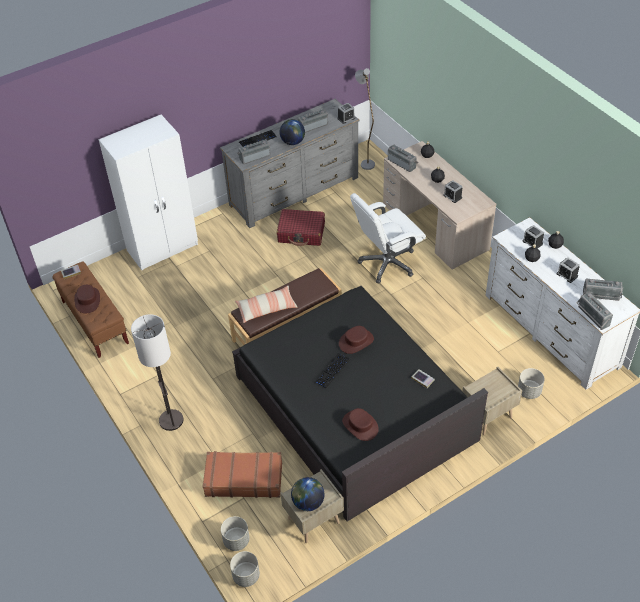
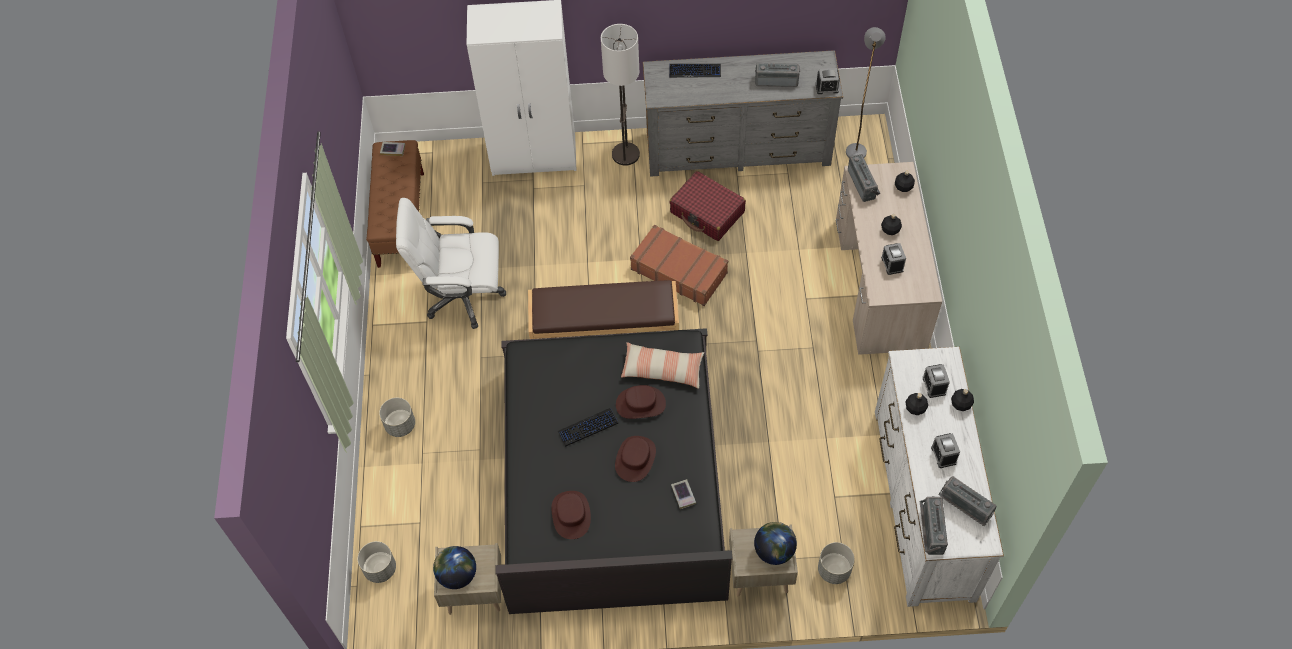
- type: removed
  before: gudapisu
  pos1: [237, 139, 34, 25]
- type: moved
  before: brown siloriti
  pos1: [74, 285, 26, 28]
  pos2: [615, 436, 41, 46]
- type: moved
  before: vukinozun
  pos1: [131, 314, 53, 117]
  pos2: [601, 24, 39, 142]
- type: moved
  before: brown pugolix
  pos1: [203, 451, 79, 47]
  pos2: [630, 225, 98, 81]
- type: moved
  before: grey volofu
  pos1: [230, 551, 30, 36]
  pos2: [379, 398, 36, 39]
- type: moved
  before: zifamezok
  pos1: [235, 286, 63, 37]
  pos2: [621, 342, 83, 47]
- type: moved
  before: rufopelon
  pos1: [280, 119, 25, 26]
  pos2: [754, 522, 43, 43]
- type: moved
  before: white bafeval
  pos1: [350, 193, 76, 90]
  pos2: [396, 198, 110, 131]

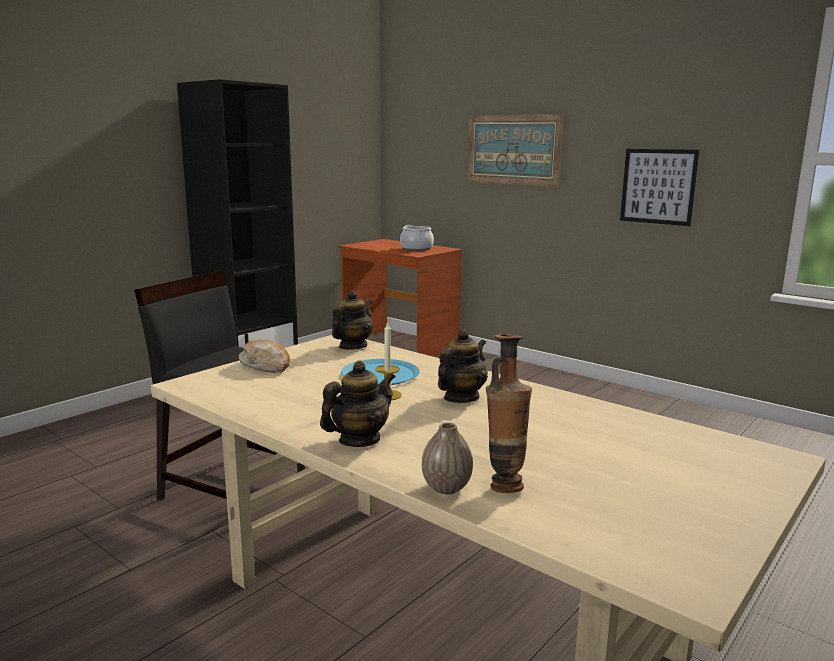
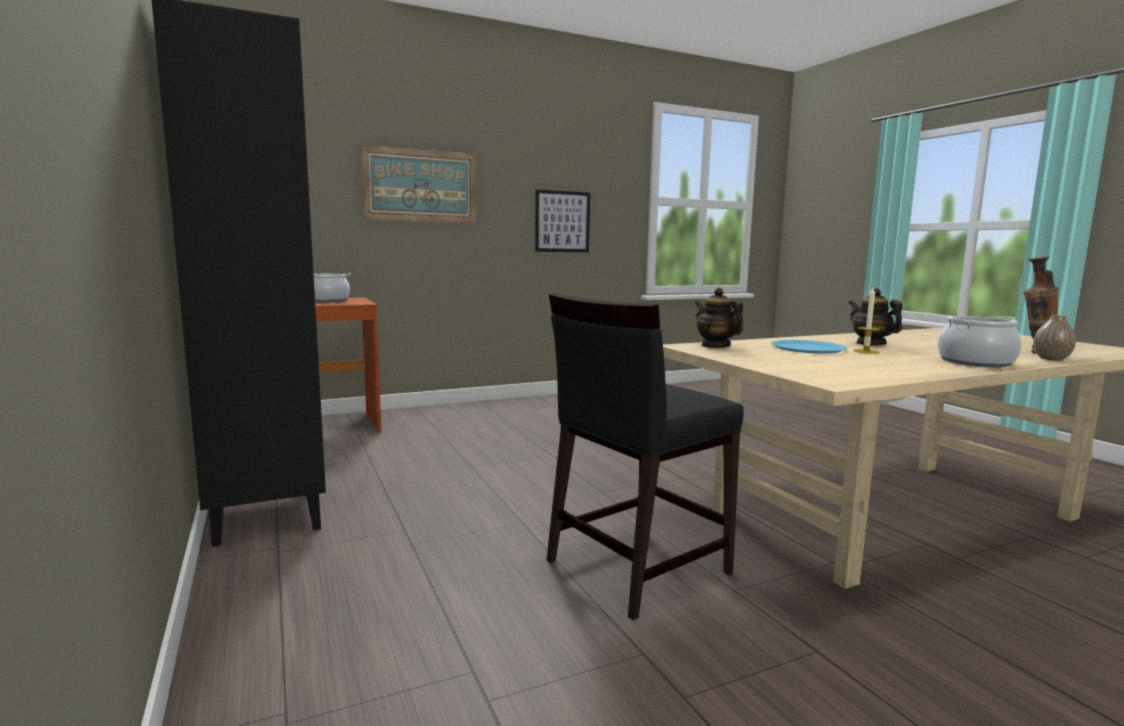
- type: removed
  before: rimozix
  pos1: [239, 339, 51, 34]
- type: replaced
  before: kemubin
  after: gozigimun
  pos1: [320, 360, 75, 87]
  pos2: [937, 316, 85, 51]

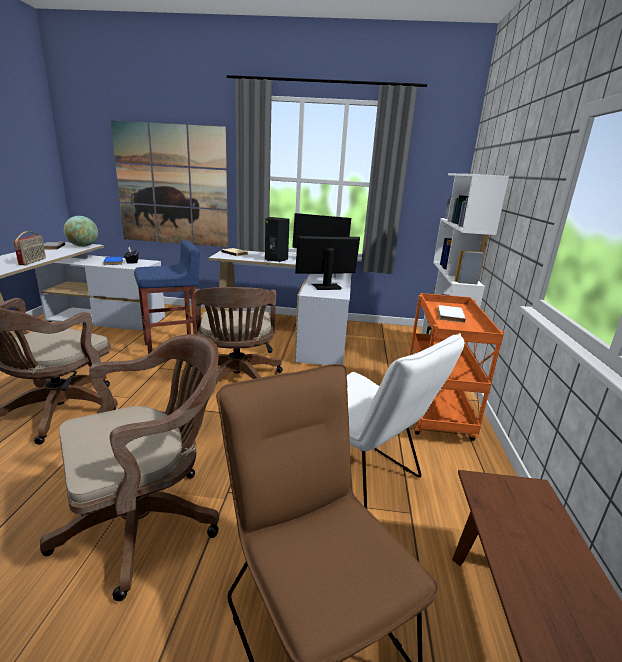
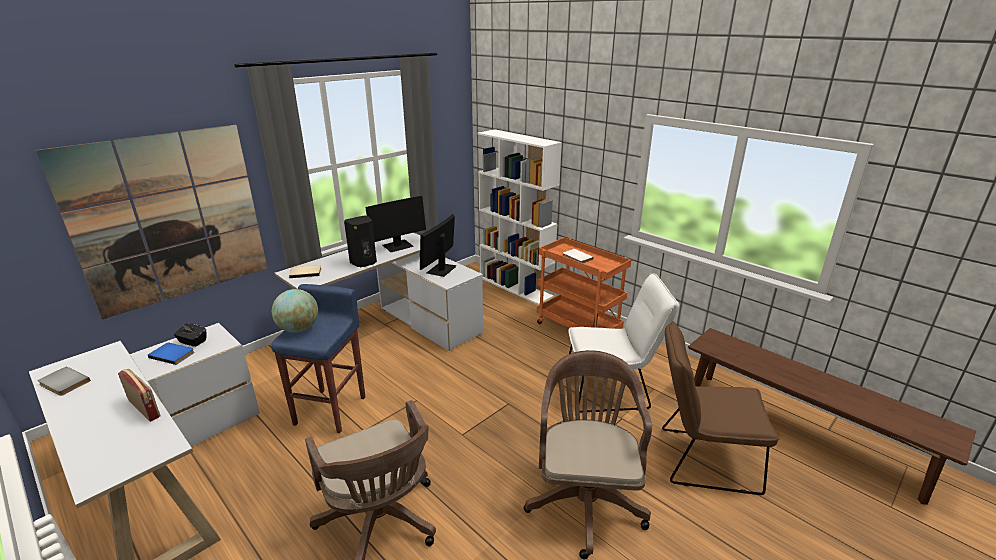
- type: removed
  before: brown bafeval
  pos1: [191, 287, 92, 97]
- type: moved
  before: rufopelon
  pos1: [64, 216, 34, 31]
  pos2: [272, 289, 46, 44]

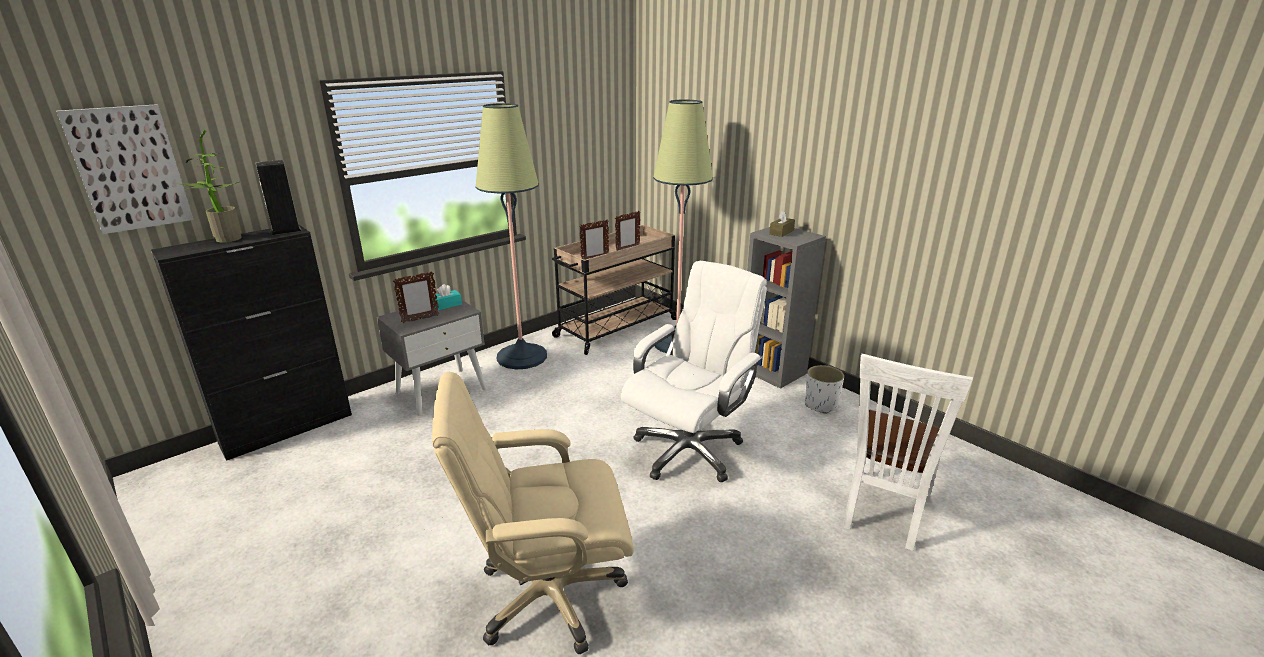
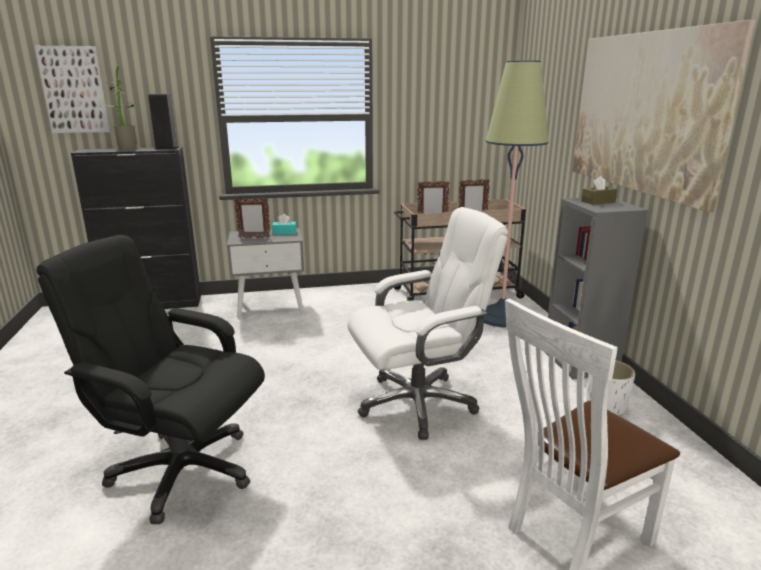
- type: removed
  before: vukinozun
  pos1: [475, 103, 72, 266]
- type: added
  after: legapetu
  pos2: [572, 20, 184, 192]
- type: recoloured
  before: beige bafeval
  after: black bafeval
  pos1: [432, 372, 202, 283]
  pos2: [36, 235, 229, 289]

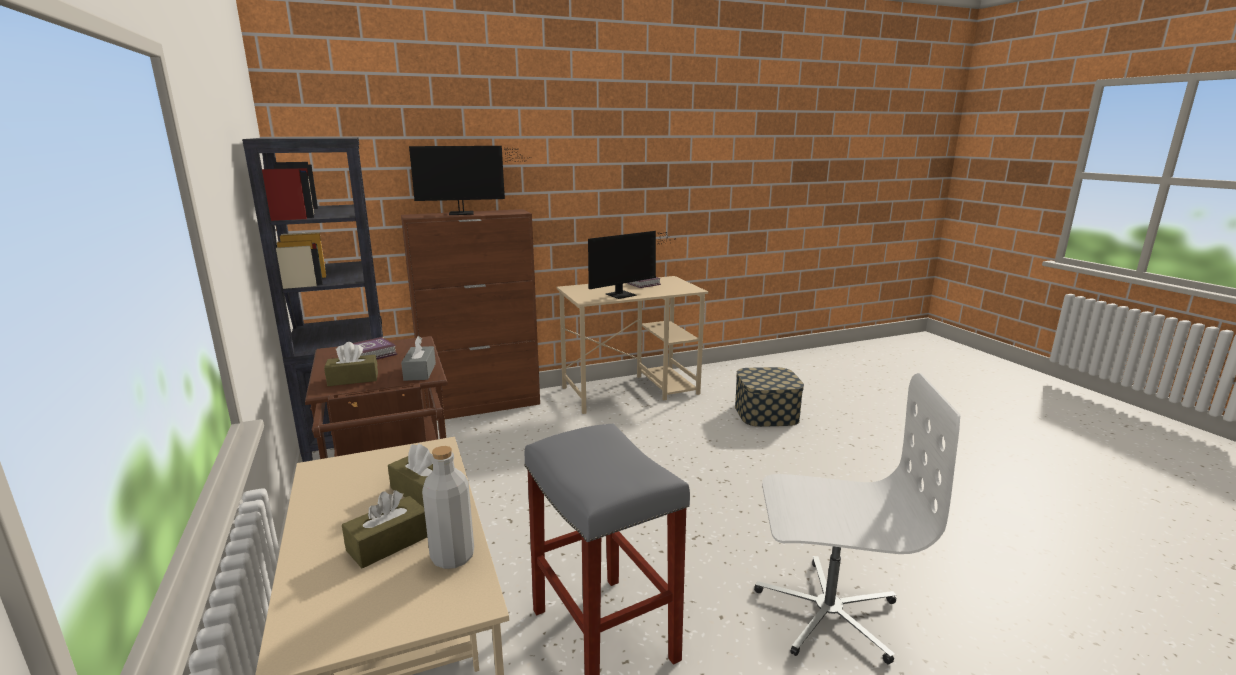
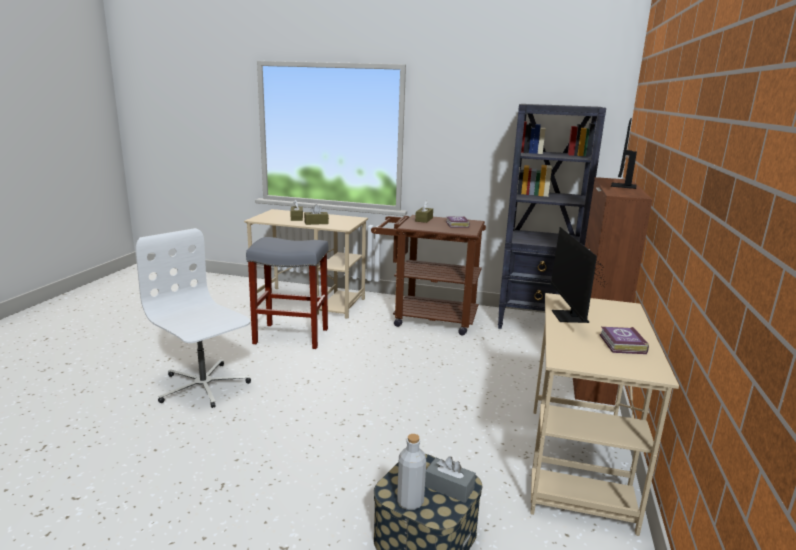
- type: moved
  before: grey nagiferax
  pos1: [401, 336, 35, 45]
  pos2: [425, 456, 51, 47]
- type: moved
  before: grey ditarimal
  pos1: [422, 446, 52, 123]
  pos2: [397, 434, 29, 76]
- type: turned
  before: white bafeval
  pos1: [754, 373, 207, 291]
  pos2: [136, 228, 115, 180]
  turn: 90

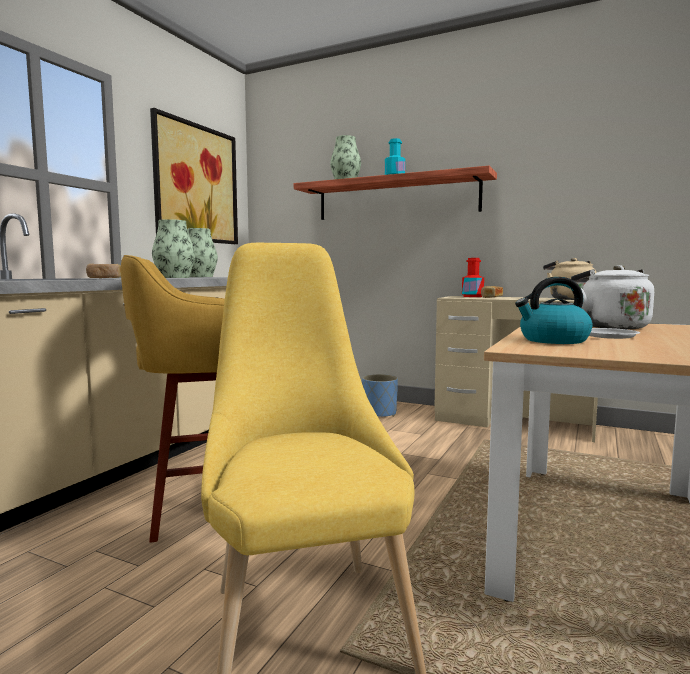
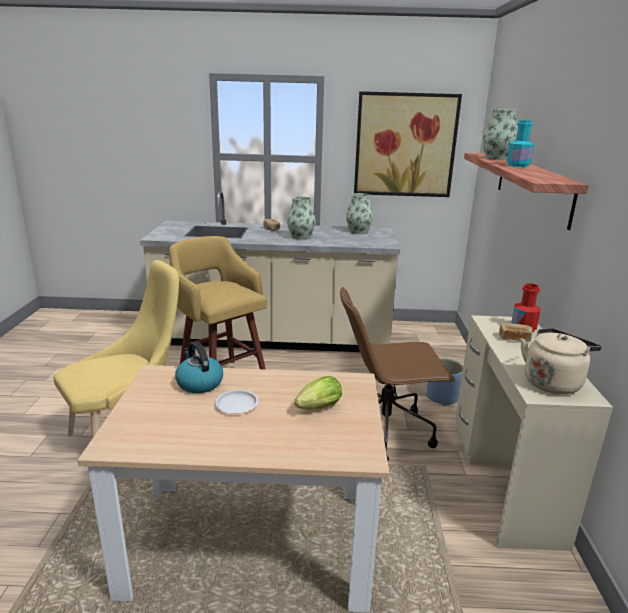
- type: added
  after: brown bafeval
  pos2: [340, 287, 116, 174]
- type: replaced
  before: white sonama
  after: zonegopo
  pos1: [571, 265, 83, 64]
  pos2: [294, 376, 48, 34]

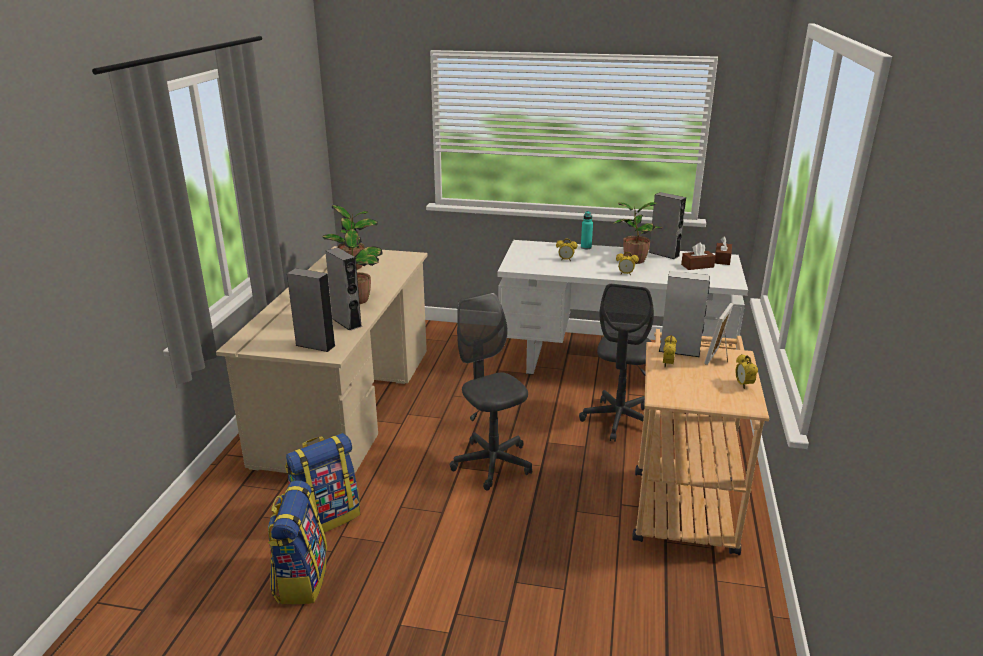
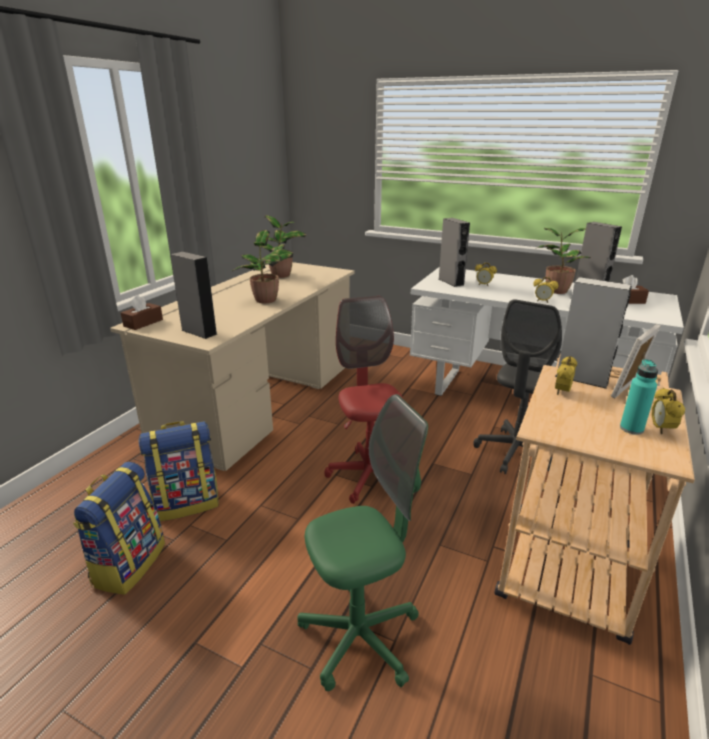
- type: added
  after: green bafeval
  pos2: [297, 394, 131, 297]
- type: moved
  before: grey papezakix
  pos1: [325, 248, 37, 83]
  pos2: [439, 218, 31, 69]
- type: moved
  before: turquoise ditarimal
  pos1: [581, 211, 12, 38]
  pos2: [620, 359, 38, 76]
- type: moved
  before: brown nagiferax
  pos1: [715, 237, 17, 28]
  pos2: [121, 295, 42, 35]
- type: recoloured
  before: grey bafeval
  after: red bafeval
  pos1: [450, 292, 82, 199]
  pos2: [324, 296, 80, 208]

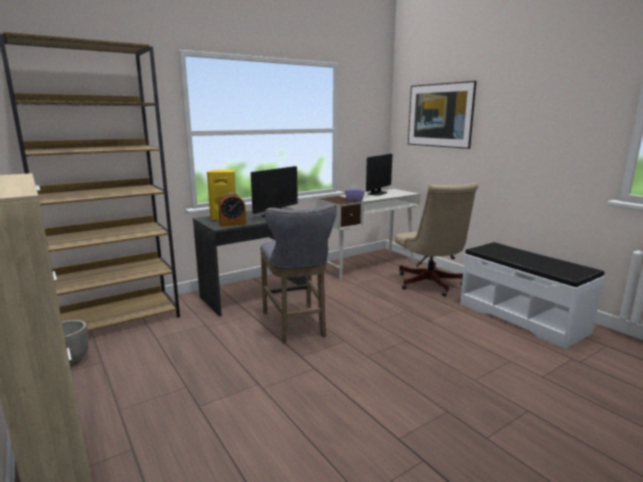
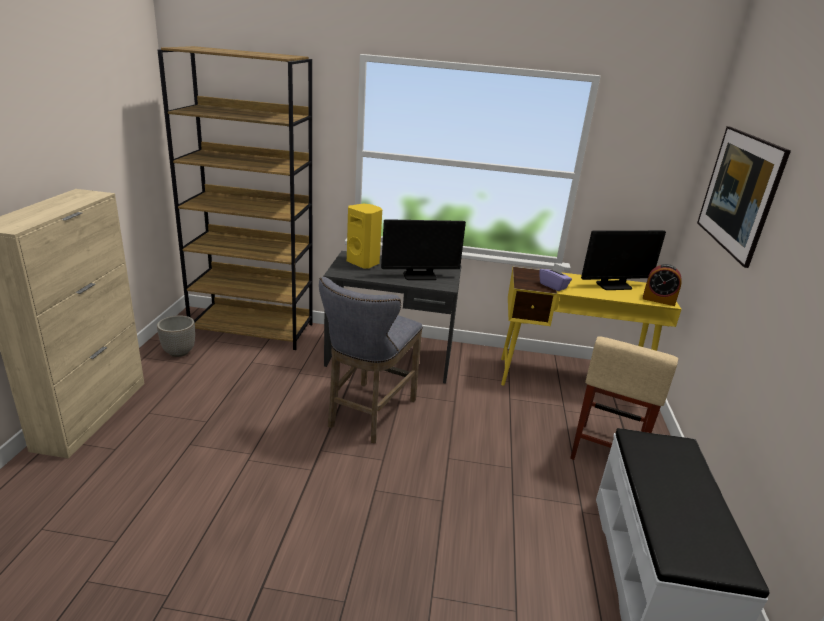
- type: moved
  before: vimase
  pos1: [219, 193, 27, 34]
  pos2: [643, 264, 39, 42]
- type: replaced
  before: beige bafeval
  after: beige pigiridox
  pos1: [395, 182, 83, 114]
  pos2: [570, 336, 108, 124]
- type: recoloured
  before: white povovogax
  after: yellow povovogax
  pos1: [316, 189, 104, 91]
  pos2: [501, 267, 181, 119]

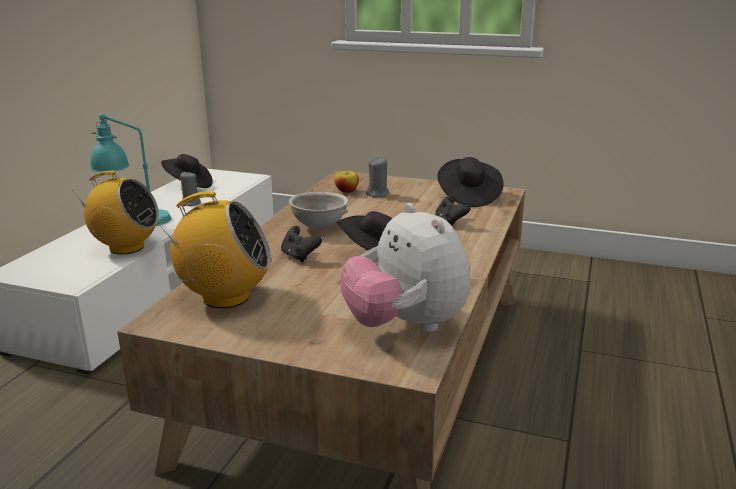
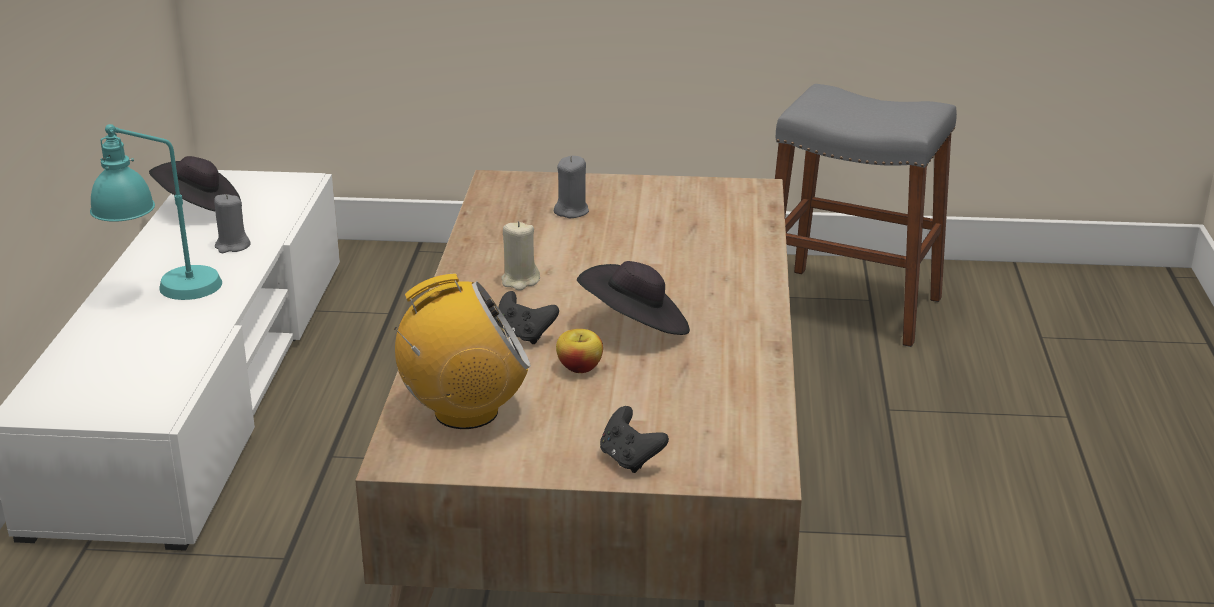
- type: removed
  before: gudapisu
  pos1: [72, 171, 87, 84]
- type: removed
  before: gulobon
  pos1: [340, 203, 130, 129]
- type: removed
  before: black siloriti
  pos1: [437, 157, 67, 50]
- type: added
  after: grey pigiridox
  pos2: [775, 84, 182, 263]
- type: moved
  before: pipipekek
  pos1: [335, 171, 24, 22]
  pos2: [556, 329, 47, 44]
- type: moved
  before: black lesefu
  pos1: [435, 195, 35, 31]
  pos2: [600, 406, 69, 67]
- type: replaced
  before: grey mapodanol
  after: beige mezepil
  pos1: [289, 192, 59, 37]
  pos2: [502, 221, 38, 70]

